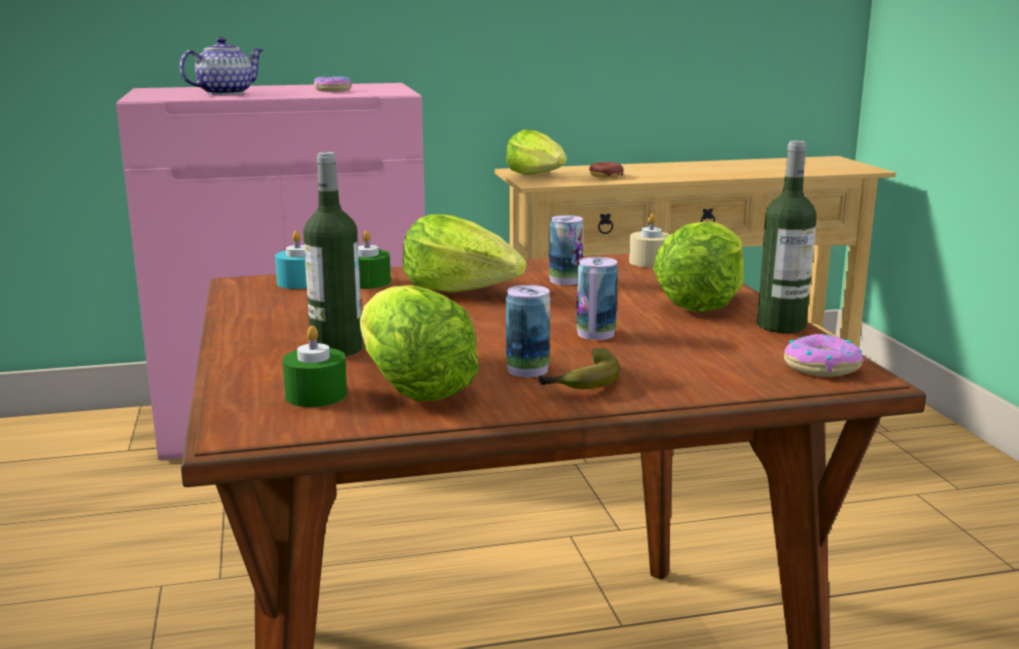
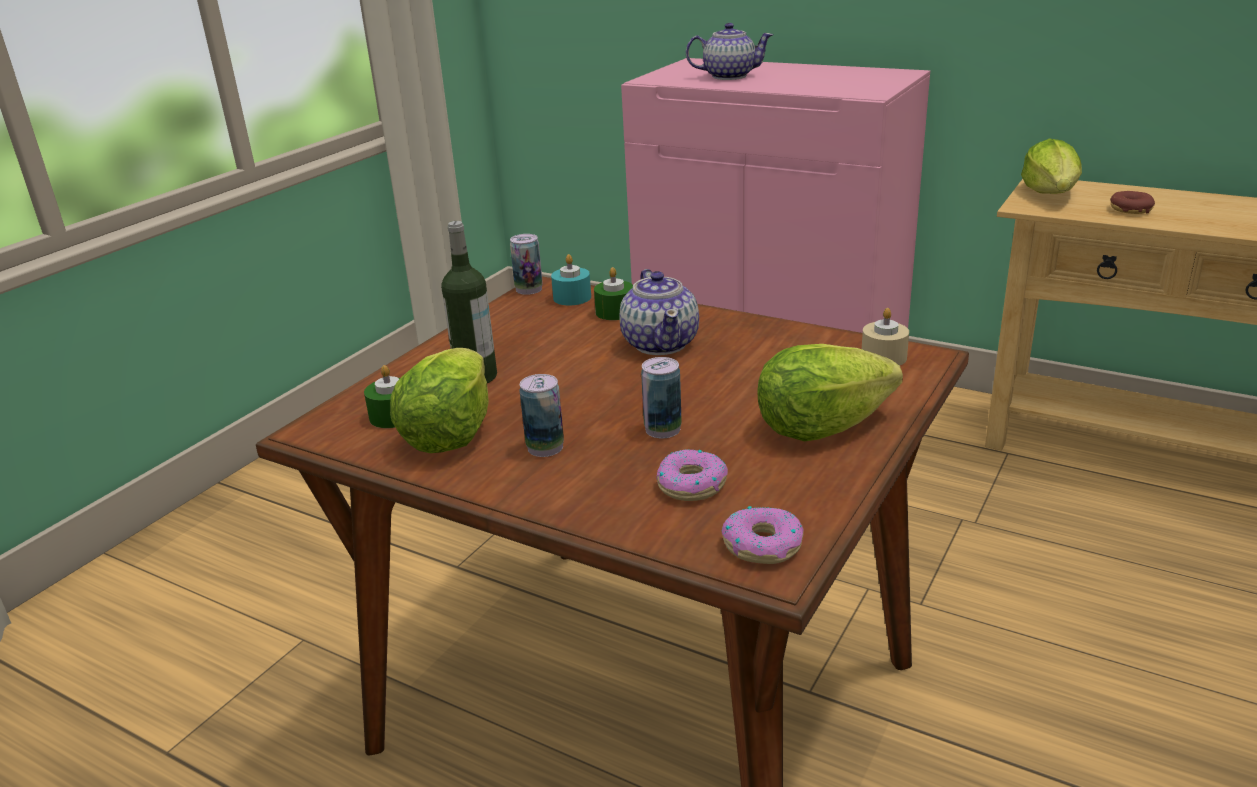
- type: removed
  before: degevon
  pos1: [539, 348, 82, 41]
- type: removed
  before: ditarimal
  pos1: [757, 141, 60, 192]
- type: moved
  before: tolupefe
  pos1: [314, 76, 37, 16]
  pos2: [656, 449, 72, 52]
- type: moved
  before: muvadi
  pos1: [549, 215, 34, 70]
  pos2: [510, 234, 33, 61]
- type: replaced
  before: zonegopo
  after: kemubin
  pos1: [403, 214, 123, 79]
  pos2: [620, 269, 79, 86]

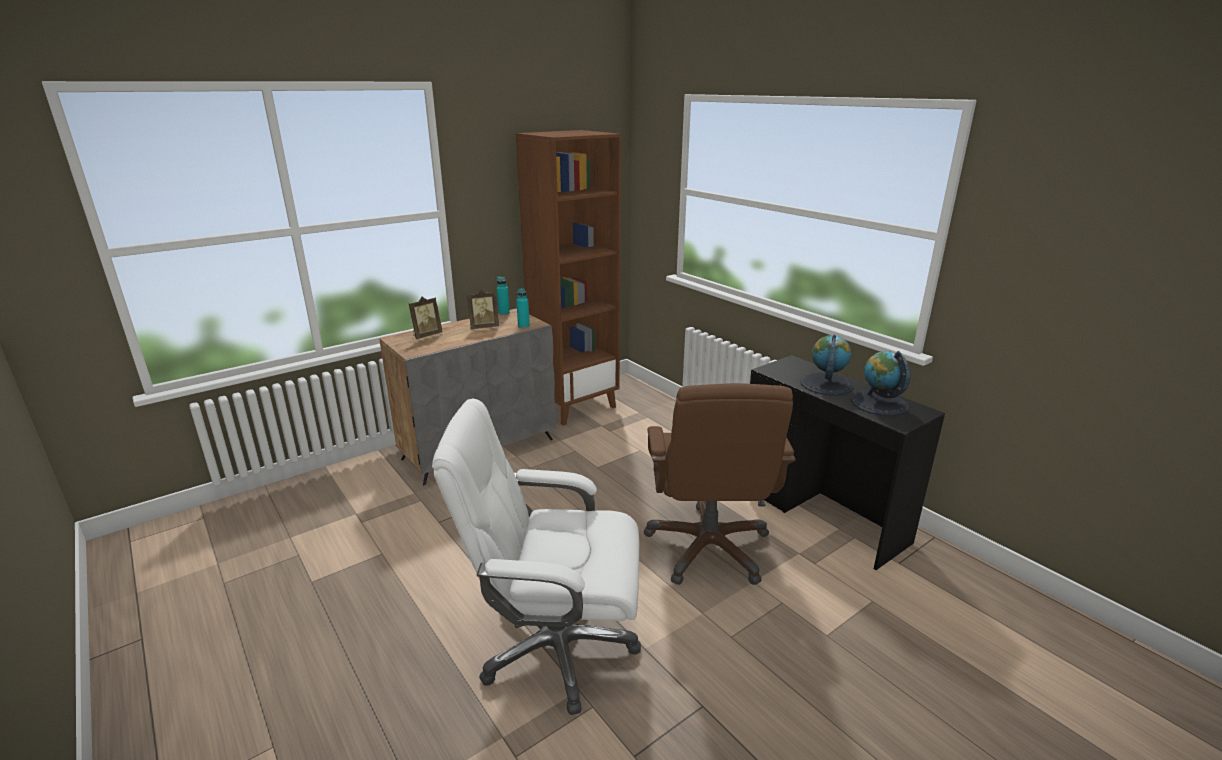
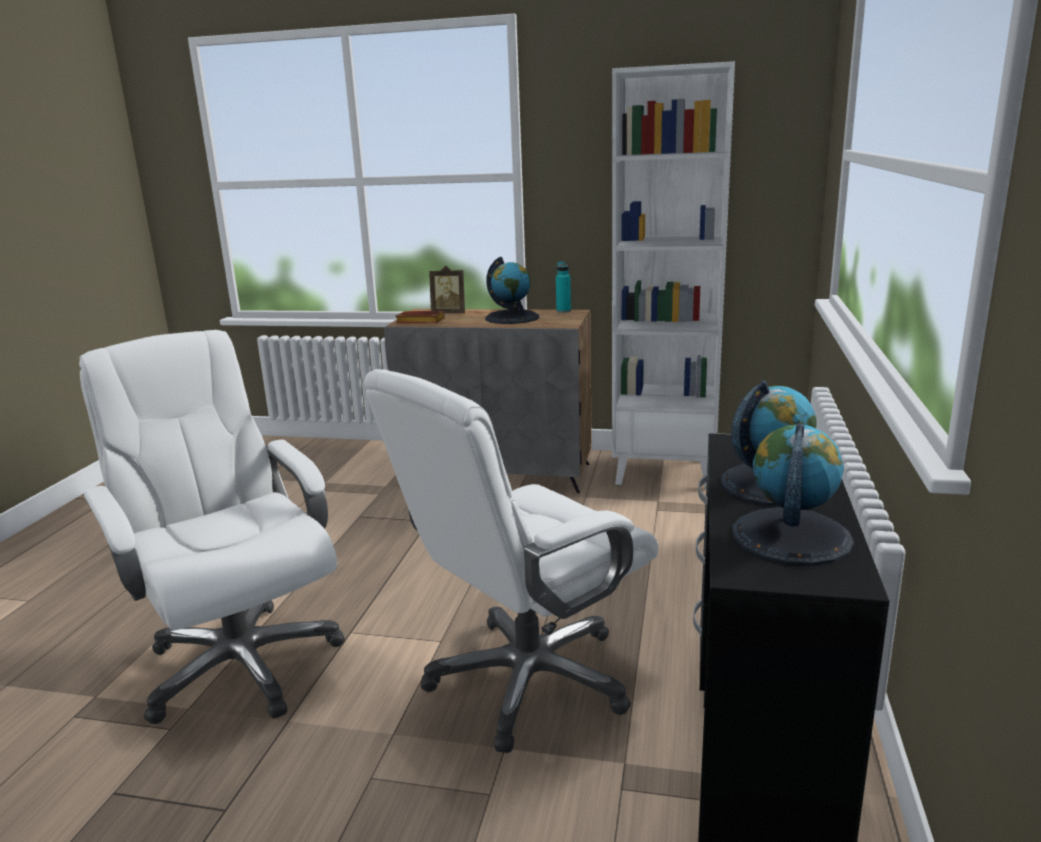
- type: removed
  before: turquoise ditarimal
  pos1: [516, 288, 14, 41]
- type: added
  after: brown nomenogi
  pos2: [396, 311, 49, 12]
- type: replaced
  before: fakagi
  after: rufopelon
  pos1: [467, 290, 32, 39]
  pos2: [485, 257, 54, 67]
- type: recoloured
  before: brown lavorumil
  after: white lavorumil
  pos1: [516, 130, 105, 295]
  pos2: [612, 61, 123, 428]
- type: recoloured
  before: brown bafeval
  after: white bafeval
  pos1: [644, 383, 152, 202]
  pos2: [364, 369, 294, 384]

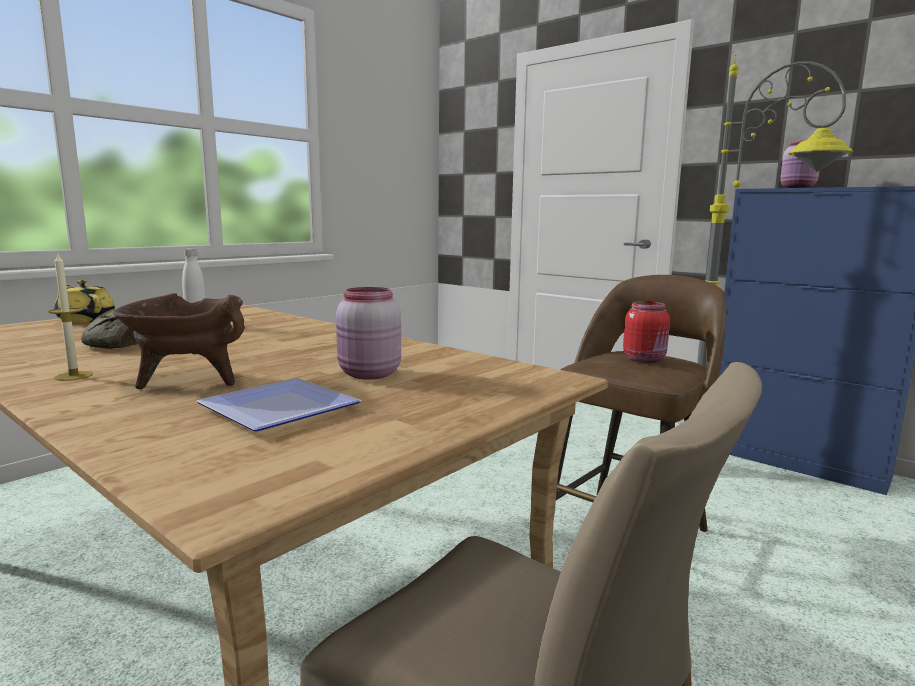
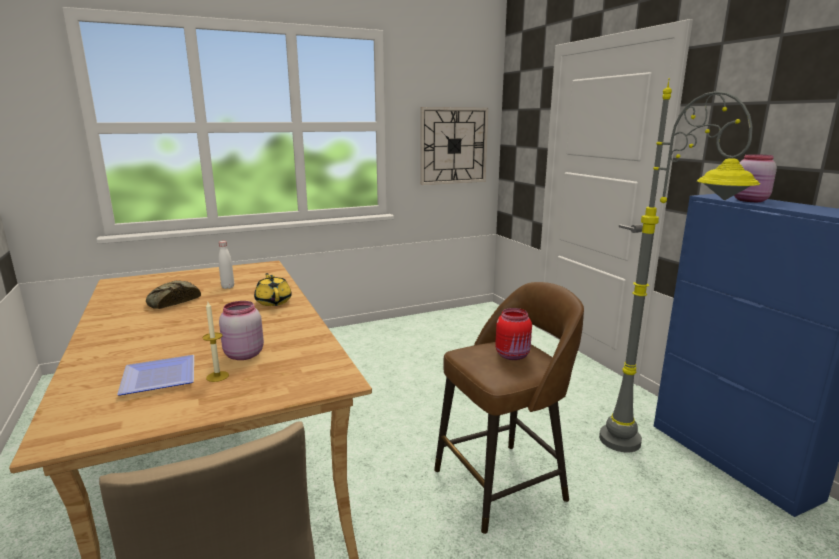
- type: removed
  before: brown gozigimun
  pos1: [113, 293, 132, 96]
- type: added
  after: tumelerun
  pos2: [420, 107, 68, 78]
- type: moved
  before: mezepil
  pos1: [48, 254, 45, 127]
  pos2: [202, 302, 27, 80]
- type: moved
  before: yellow kemubin
  pos1: [54, 280, 61, 43]
  pos2: [254, 273, 38, 33]

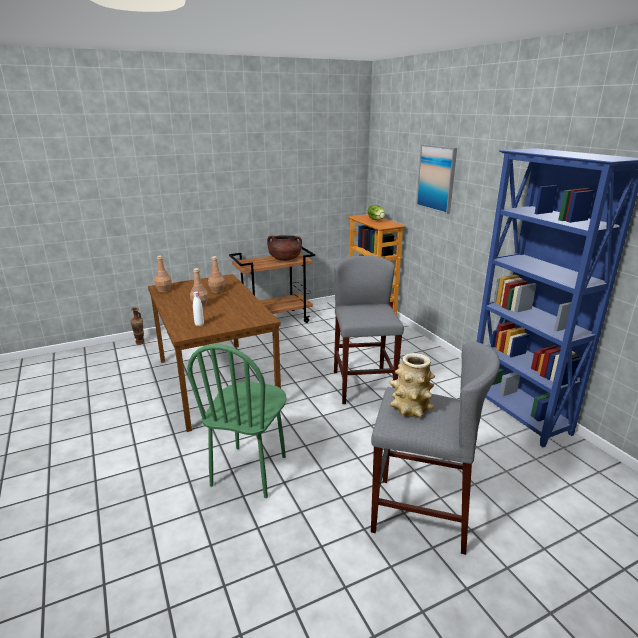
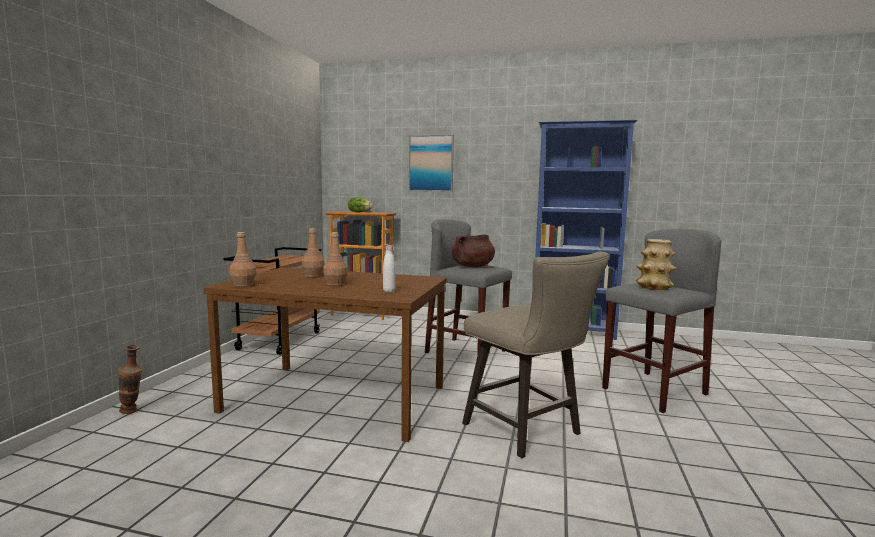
- type: moved
  before: brown gozigimun
  pos1: [267, 235, 35, 26]
  pos2: [452, 234, 43, 33]
- type: replaced
  before: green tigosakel
  after: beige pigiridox
  pos1: [187, 344, 100, 154]
  pos2: [462, 251, 148, 207]

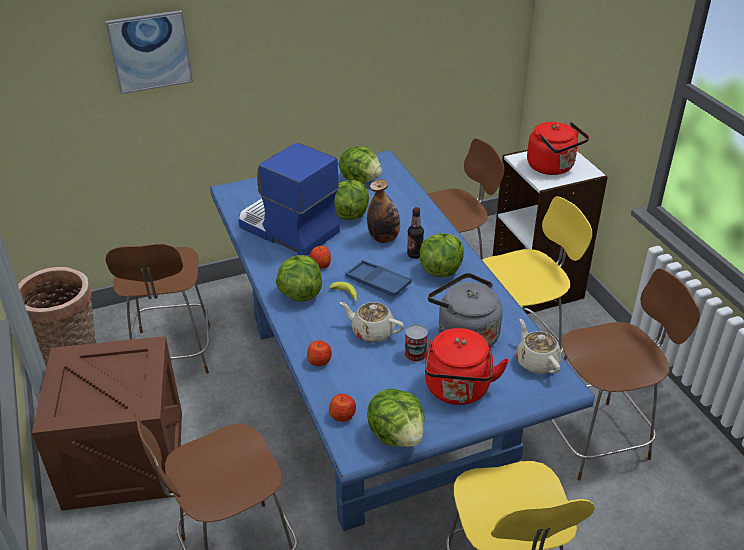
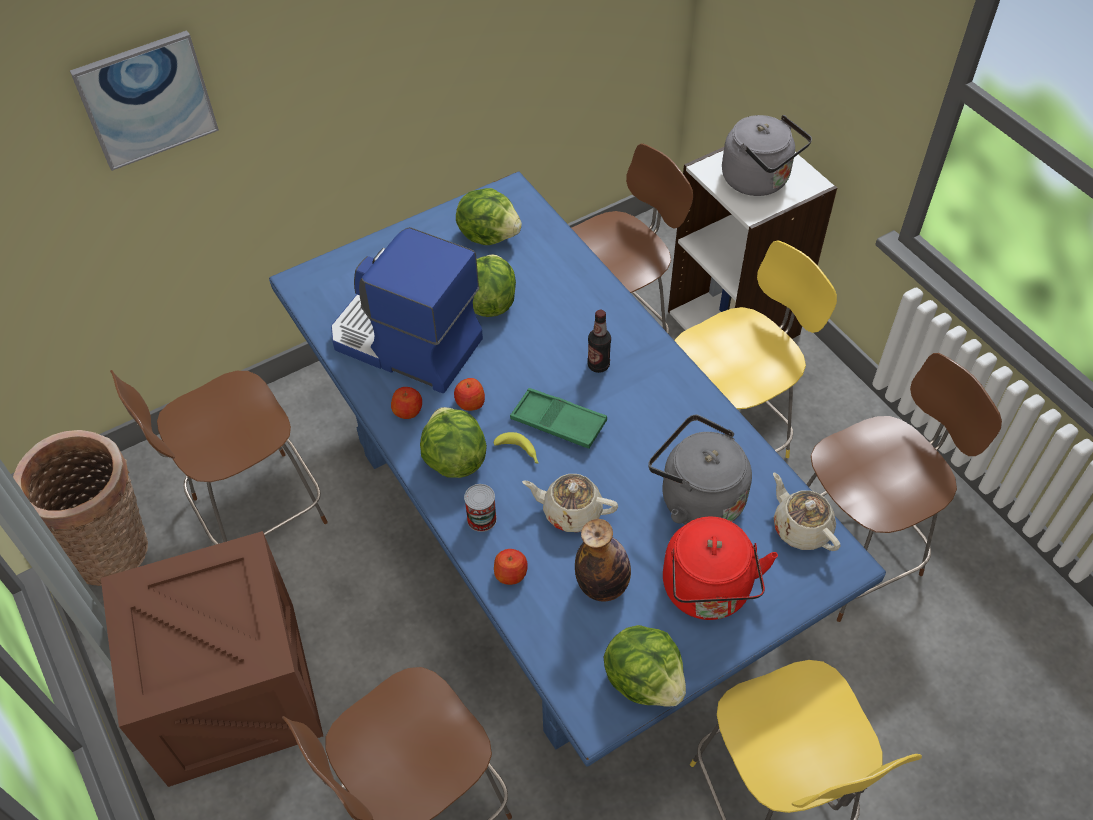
- type: removed
  before: zonegopo
  pos1: [420, 233, 44, 44]
- type: moved
  before: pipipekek
  pos1: [329, 394, 27, 28]
  pos2: [391, 387, 31, 32]
- type: moved
  before: ditarimal
  pos1: [367, 179, 33, 64]
  pos2: [575, 519, 56, 83]
- type: moved
  before: muvadi
  pos1: [405, 324, 23, 38]
  pos2: [464, 484, 33, 48]
- type: recoloured
  before: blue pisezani
  after: green pisezani
  pos1: [345, 260, 67, 37]
  pos2: [510, 388, 97, 61]
- type: recoloured
  before: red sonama
  after: grey sonama
  pos1: [527, 122, 62, 53]
  pos2: [722, 115, 90, 81]
- type: turned
  before: brown tigosakel
  pos1: [105, 244, 105, 130]
  pos2: [110, 370, 218, 175]
  turn: 75

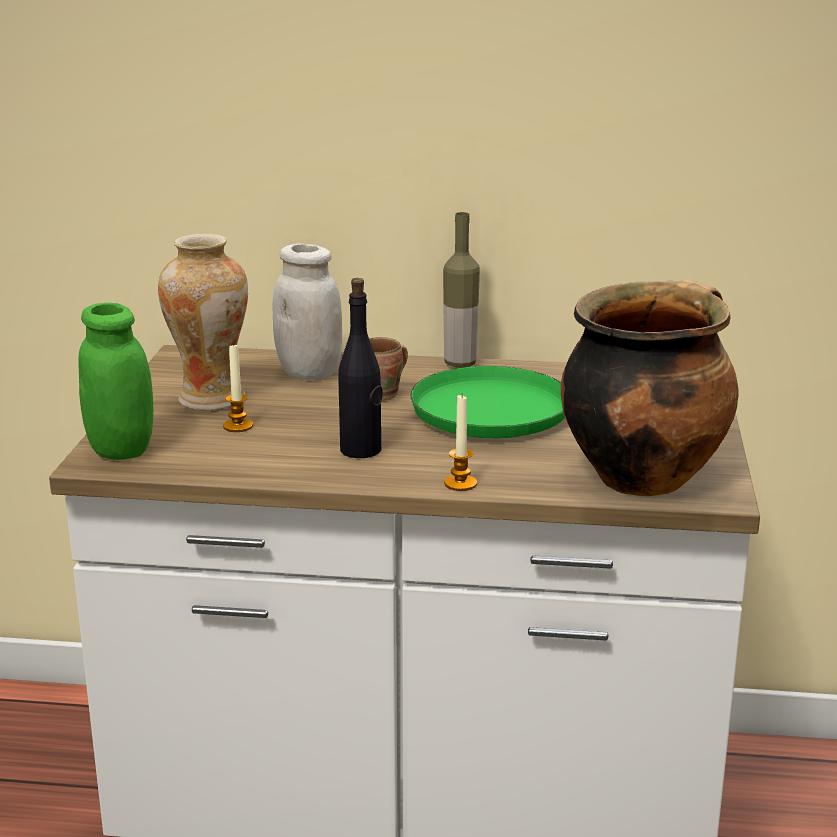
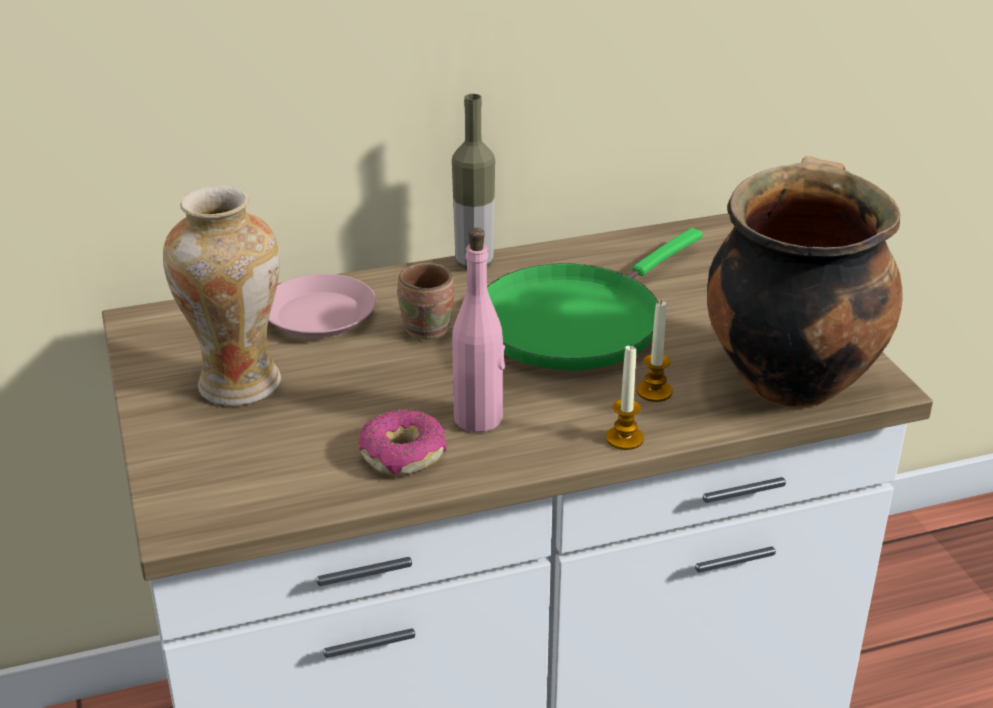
- type: removed
  before: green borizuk
  pos1: [79, 303, 74, 157]
- type: added
  after: tolupefe
  pos2: [359, 409, 88, 68]
- type: moved
  before: mezepil
  pos1: [223, 343, 30, 89]
  pos2: [637, 300, 36, 102]
- type: replaced
  before: white borizuk
  after: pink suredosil
  pos1: [273, 243, 69, 137]
  pos2: [268, 274, 108, 64]
- type: recoloured
  before: black ditarimal
  after: pink ditarimal
  pos1: [338, 278, 45, 180]
  pos2: [452, 228, 53, 204]

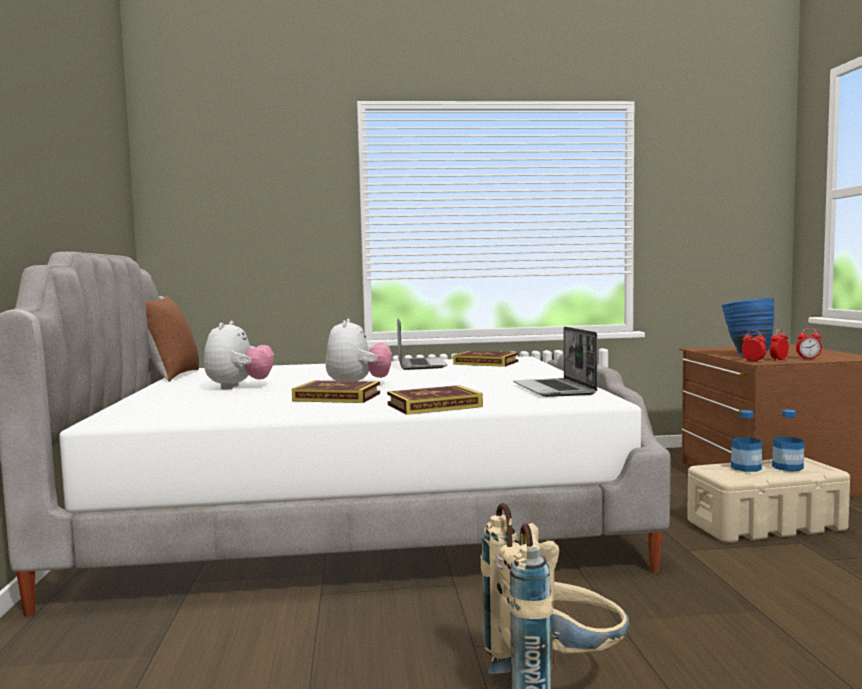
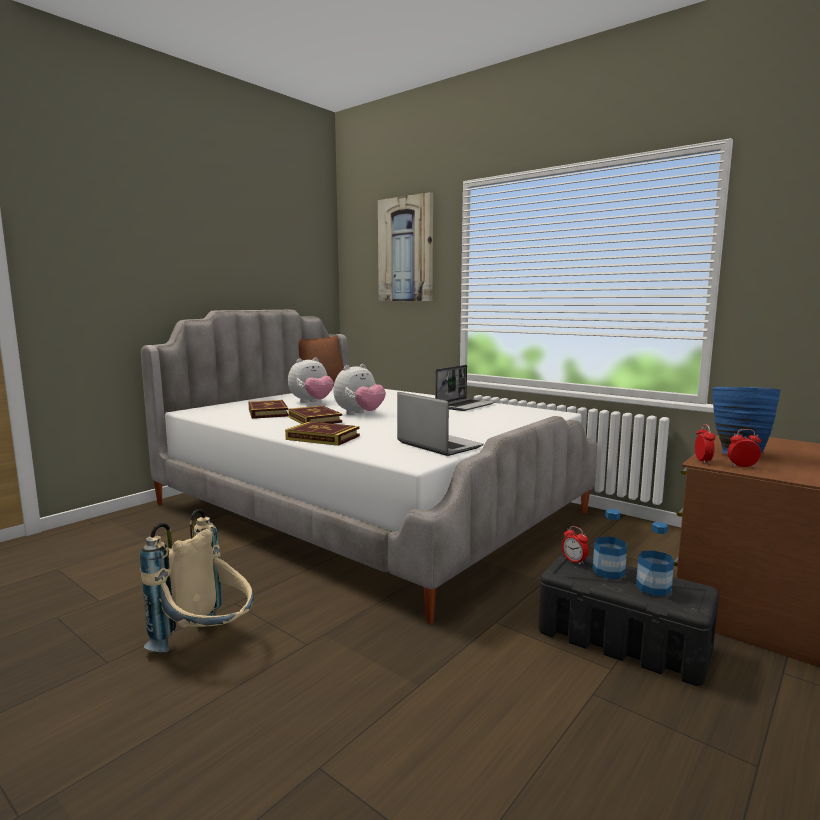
- type: added
  after: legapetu
  pos2: [378, 192, 55, 109]
- type: moved
  before: nomenogi
  pos1: [453, 351, 65, 16]
  pos2: [248, 400, 40, 19]
- type: moved
  before: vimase
  pos1: [796, 328, 26, 31]
  pos2: [562, 526, 27, 39]
- type: recoloured
  before: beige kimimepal
  after: black kimimepal
  pos1: [687, 457, 163, 86]
  pos2: [538, 553, 181, 133]
- type: turned
  before: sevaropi
  pos1: [513, 327, 84, 70]
  pos2: [397, 392, 87, 64]
  turn: 105

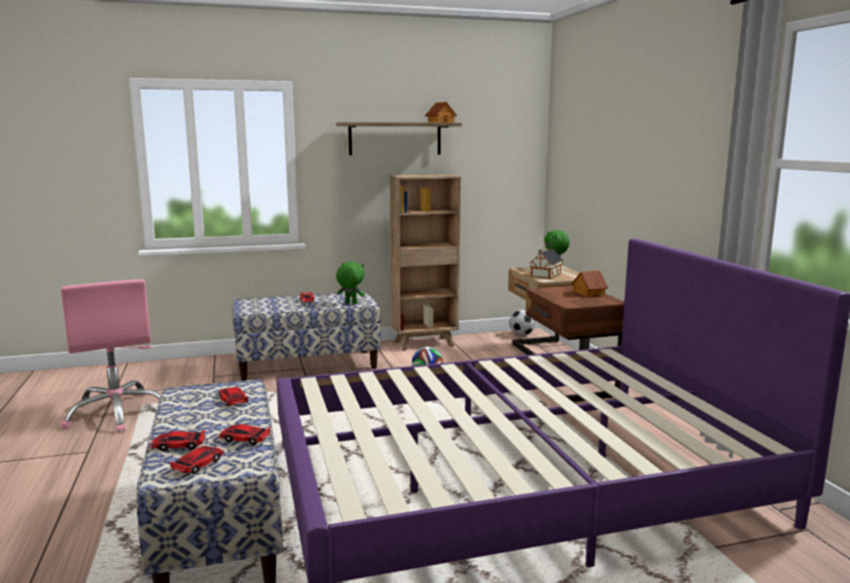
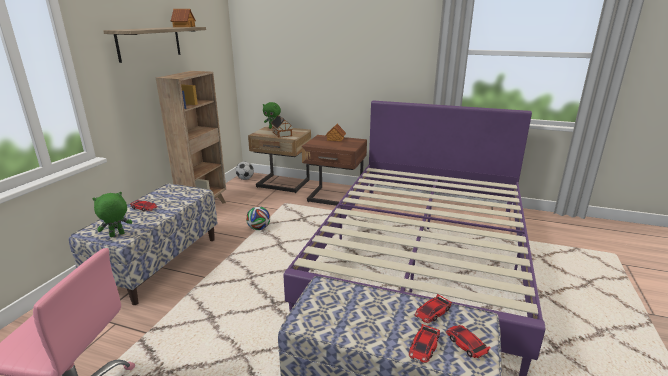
- type: removed
  before: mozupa
  pos1: [219, 387, 29, 20]
- type: moved
  before: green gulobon
  pos1: [336, 262, 29, 42]
  pos2: [92, 192, 40, 45]

